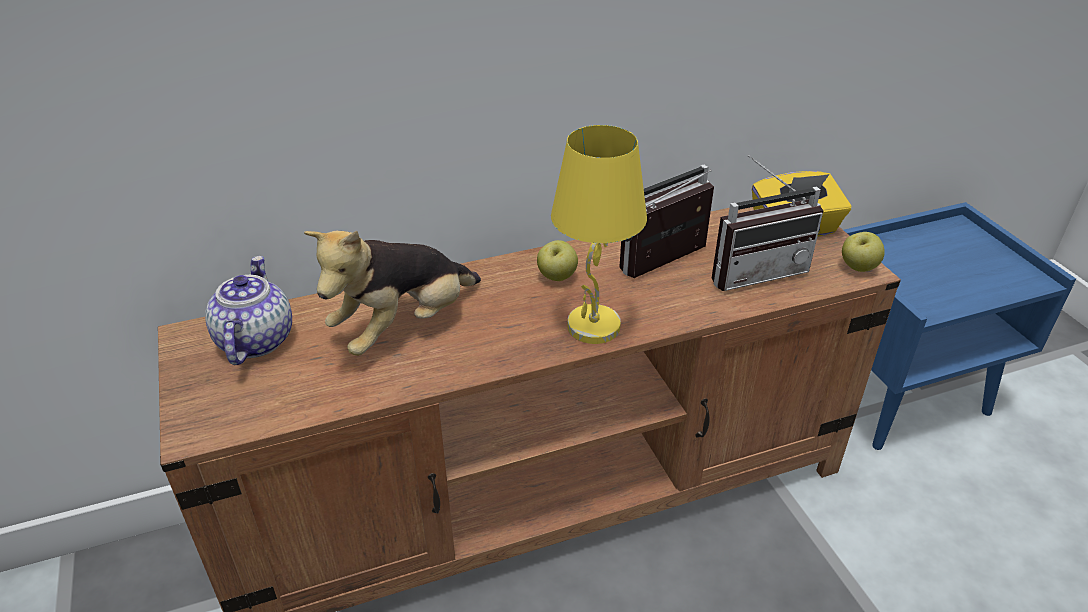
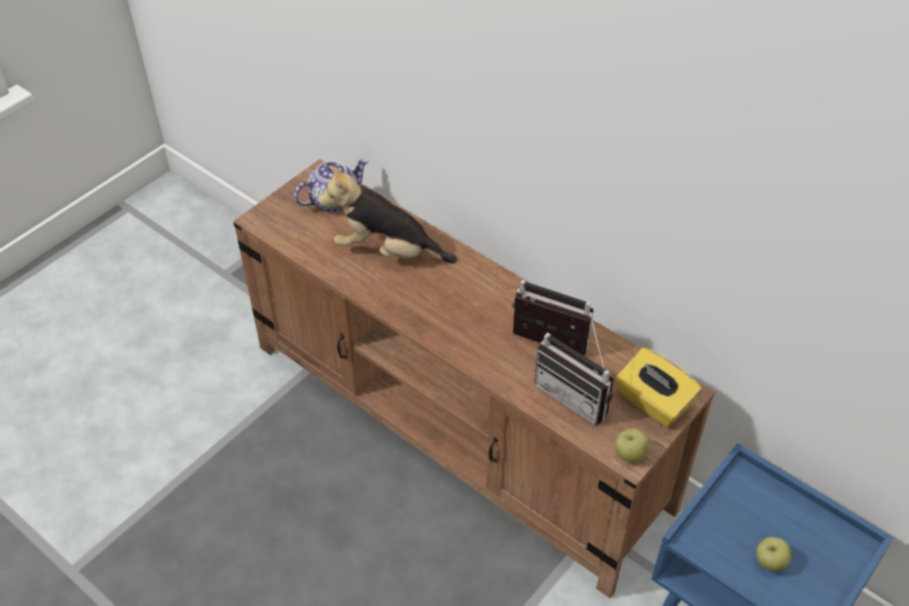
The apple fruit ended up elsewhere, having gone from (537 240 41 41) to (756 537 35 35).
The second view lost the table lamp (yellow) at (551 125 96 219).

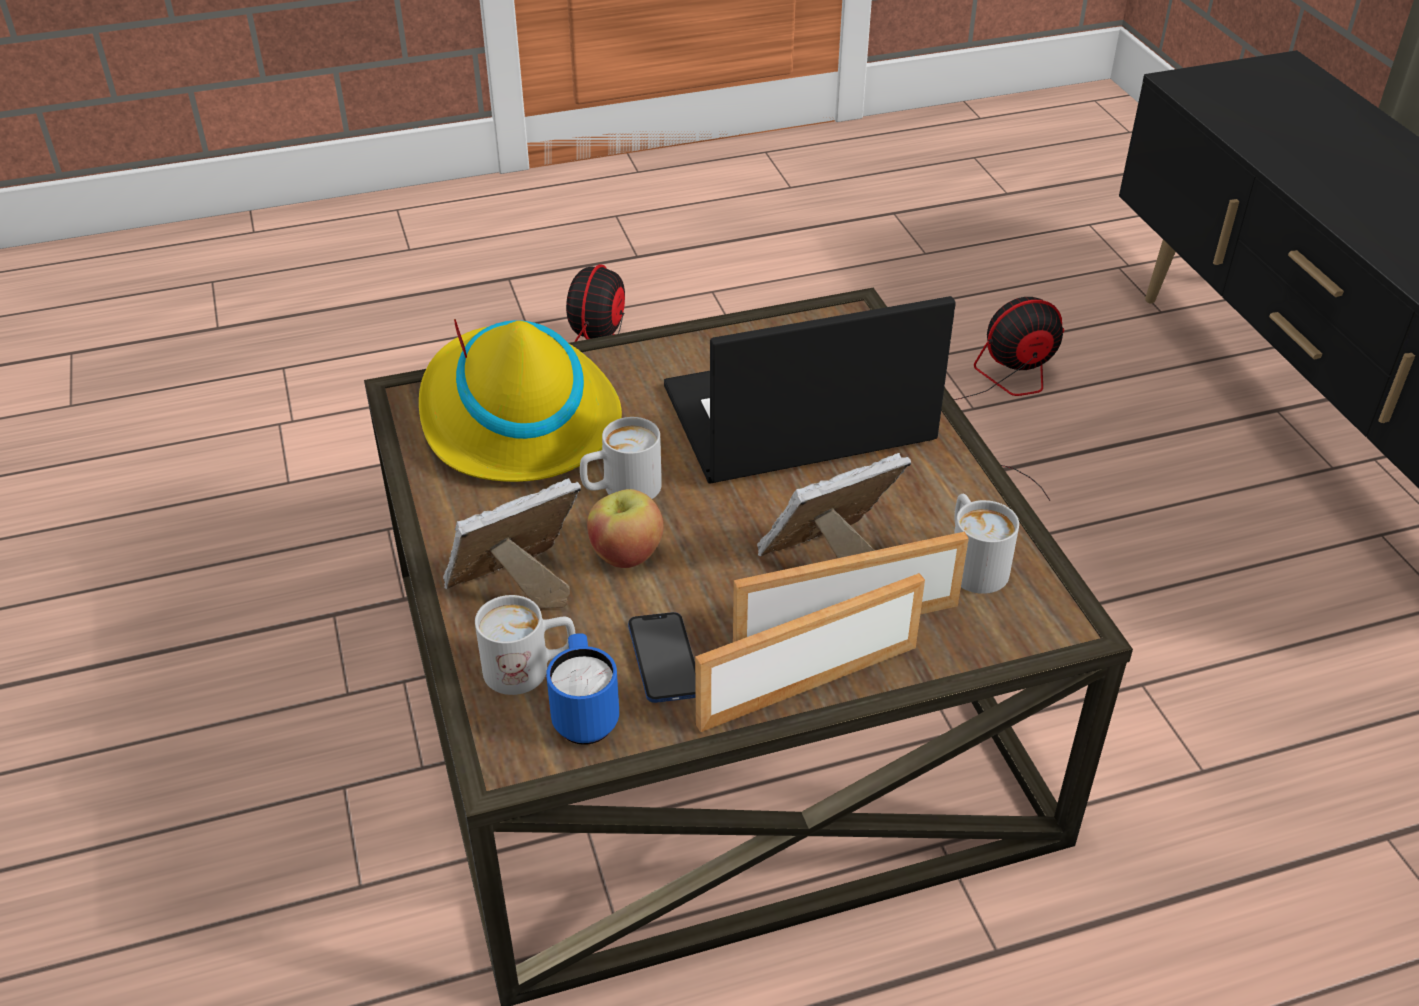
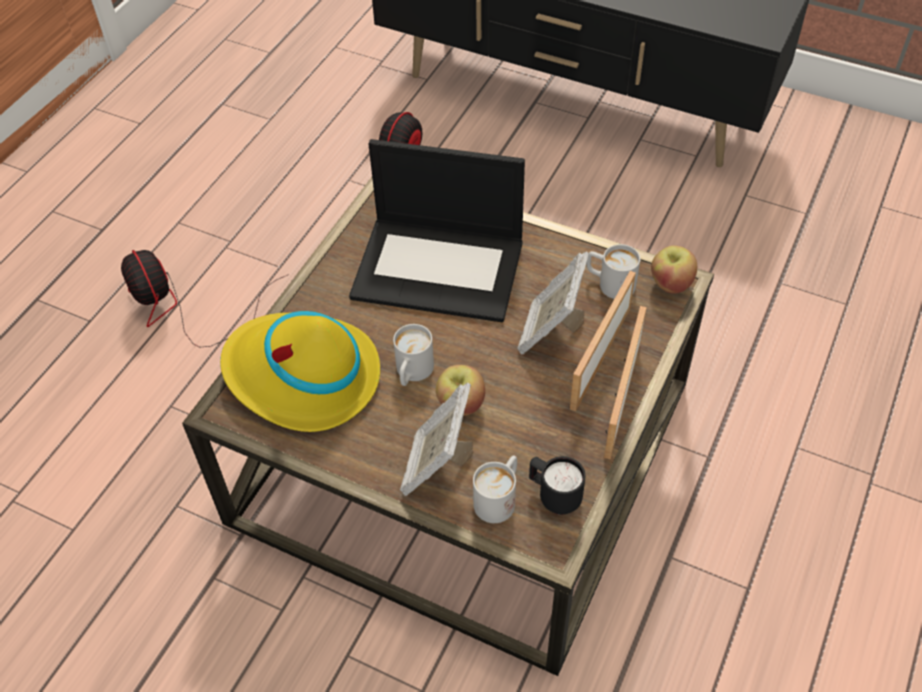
What was the tea mug (bluish) at (546 633 73 112) turned into the tea mug (black) at (529 456 57 59).
The second view lost the handset at (628 612 68 91).
The notebook computer at (664 296 292 188) ended up facing another way, 105 degrees counterclockwise from before.
The second view gained the apple fruit at (651 245 46 49).

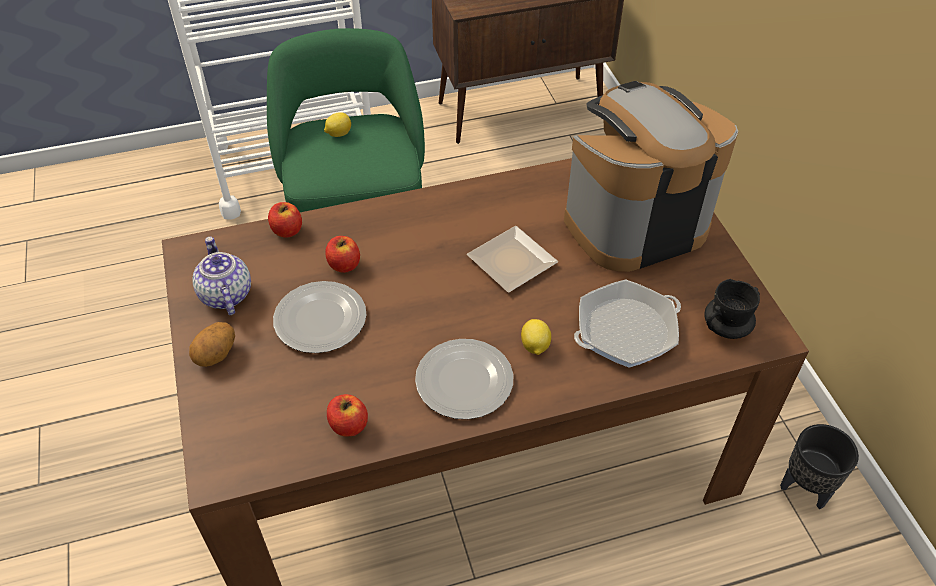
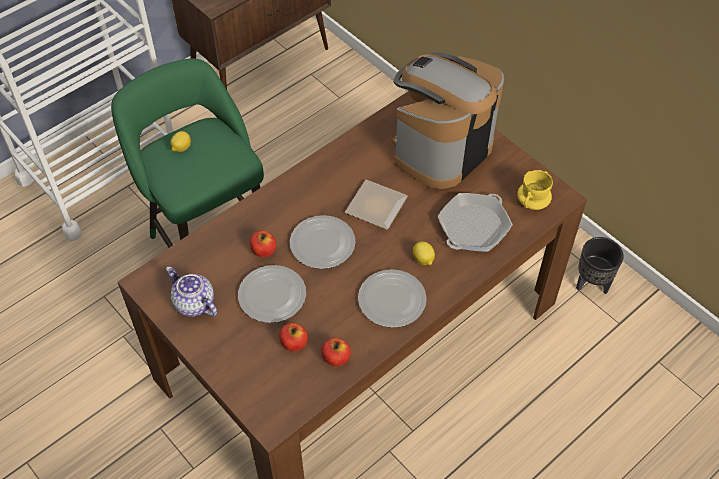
The second view lost the whole potato at (189 322 46 45).
The apple fruit ended up elsewhere, having gone from (268 202 34 36) to (279 323 29 28).
What was the tea mug (black) at (704 279 56 60) turned into the tea mug (yellow) at (517 170 36 40).
The second view gained the plate at (290 215 66 54).

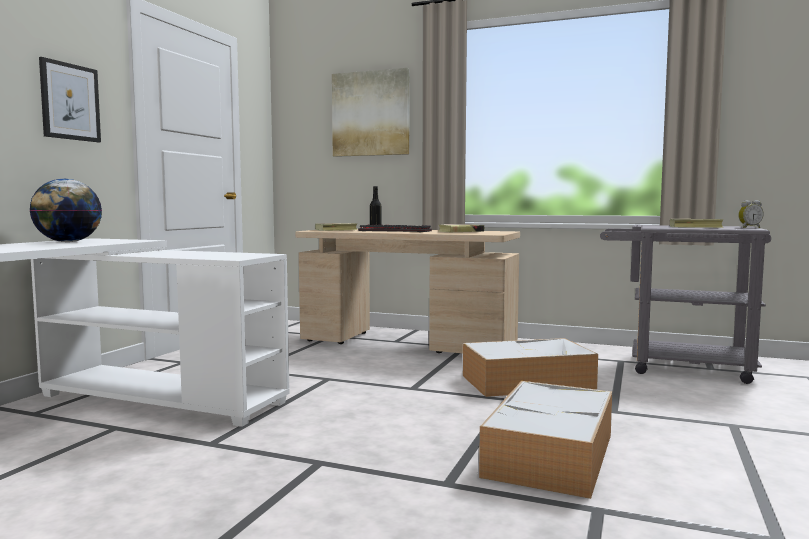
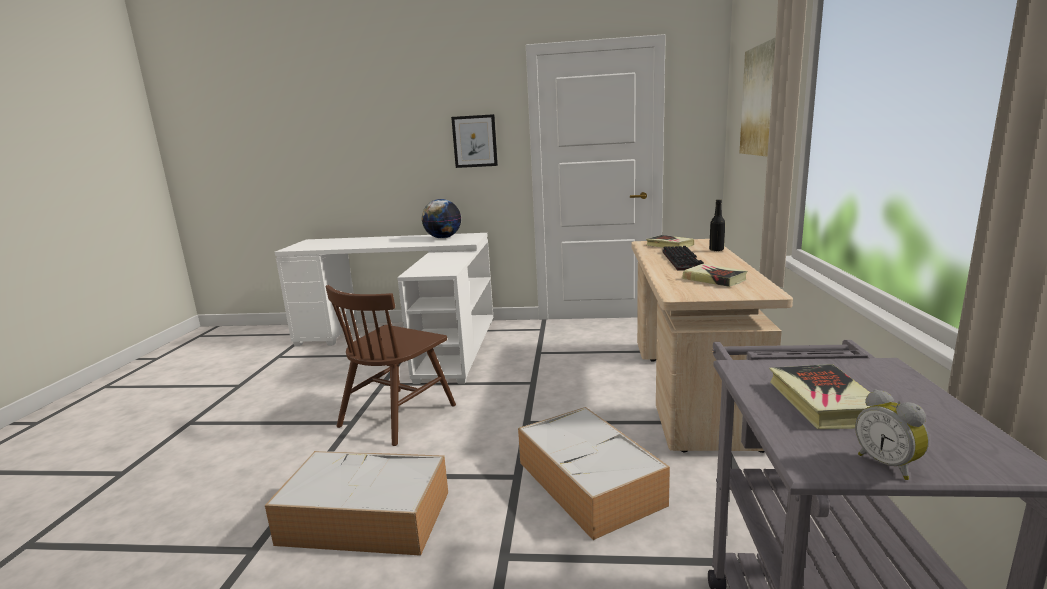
The second view gained the upright chair (brownish) at (326 285 130 161).

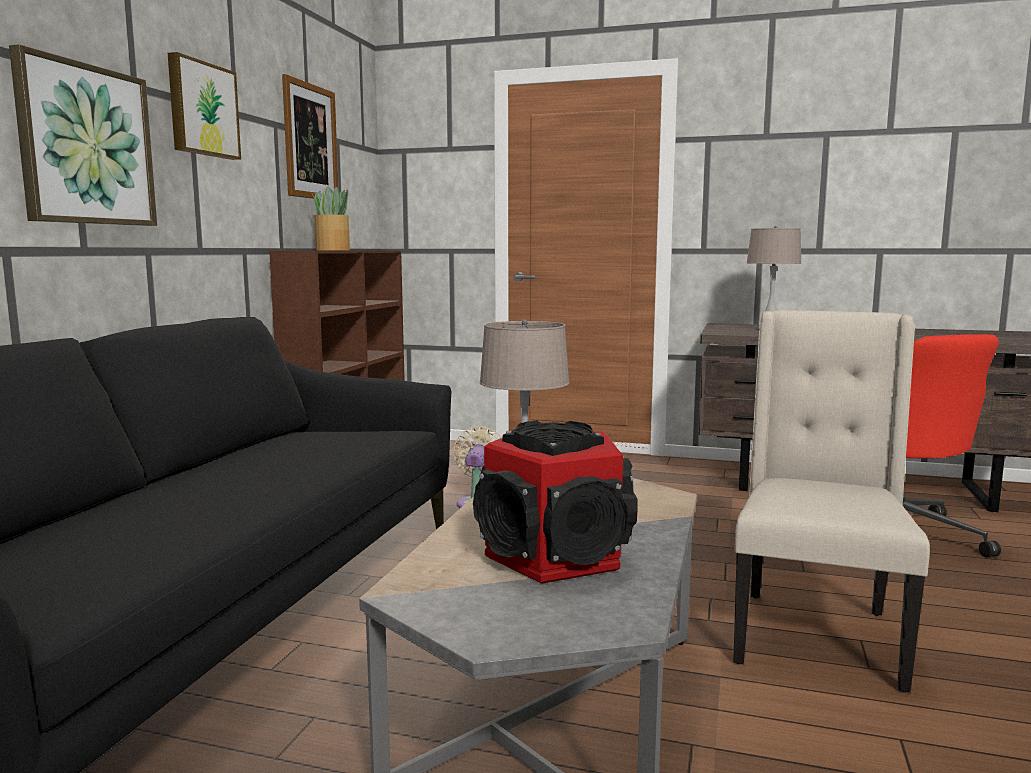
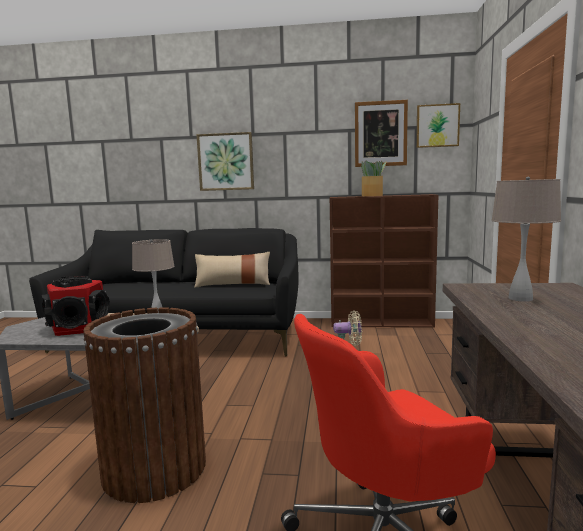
The wall picture ended up elsewhere, having gone from (168 52 73 108) to (416 103 44 45).
Where the upright chair (sand-coloured) stood at (733 310 197 383), the rubbish bin (brownish) came to stand at (83 307 123 196).
The second view gained the throw pillow (sand-coloured) at (194 252 76 35).

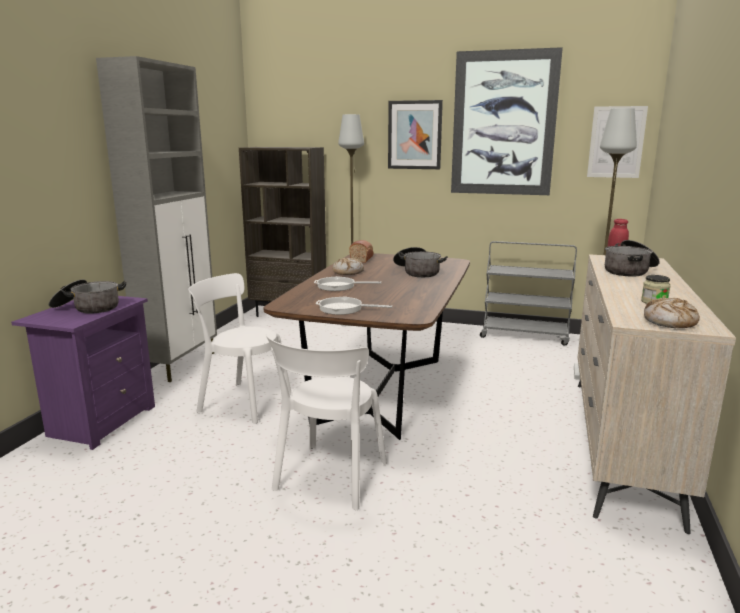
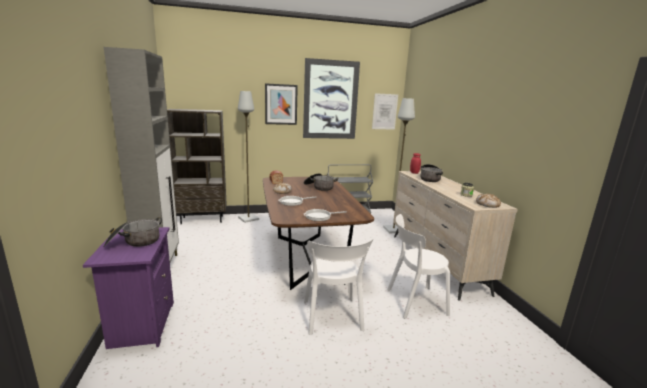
The upright chair (whitish) ended up elsewhere, having gone from (188 273 103 151) to (387 214 63 105).

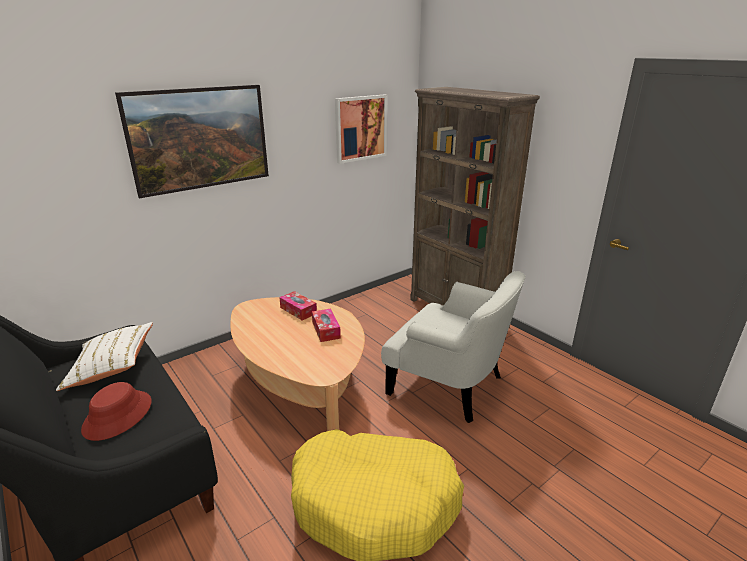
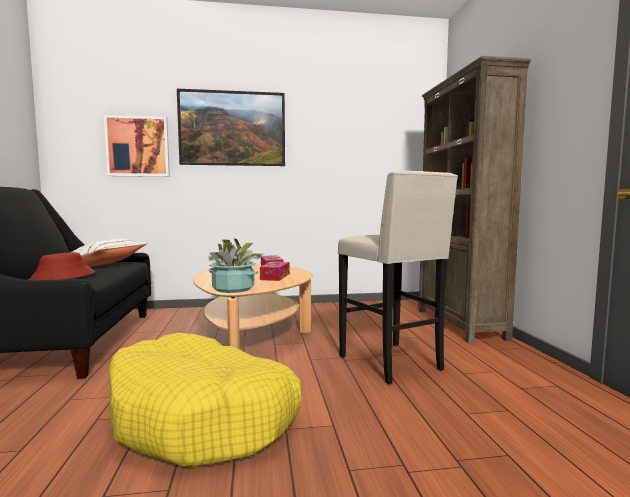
The wall picture ended up elsewhere, having gone from (335 94 52 70) to (104 115 66 62).
Where the armchair (whitish) stood at (381 271 145 152), the stool (sand-coloured) came to stand at (338 170 120 214).
The second view gained the houseplant at (207 239 57 54).

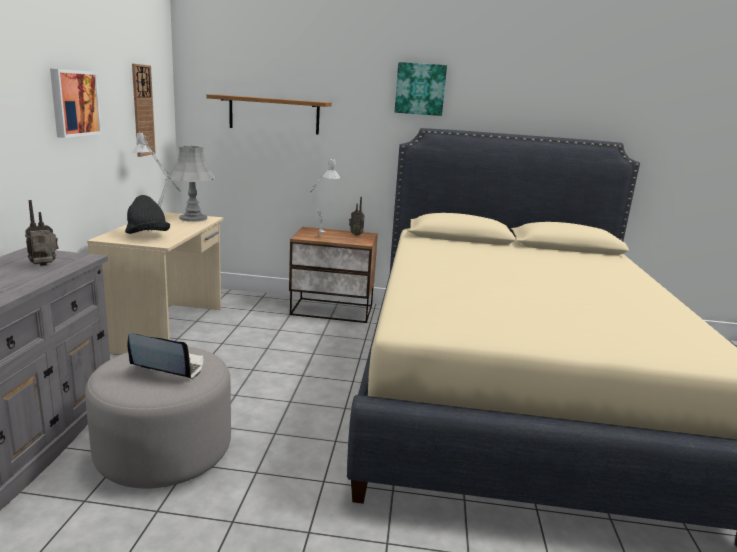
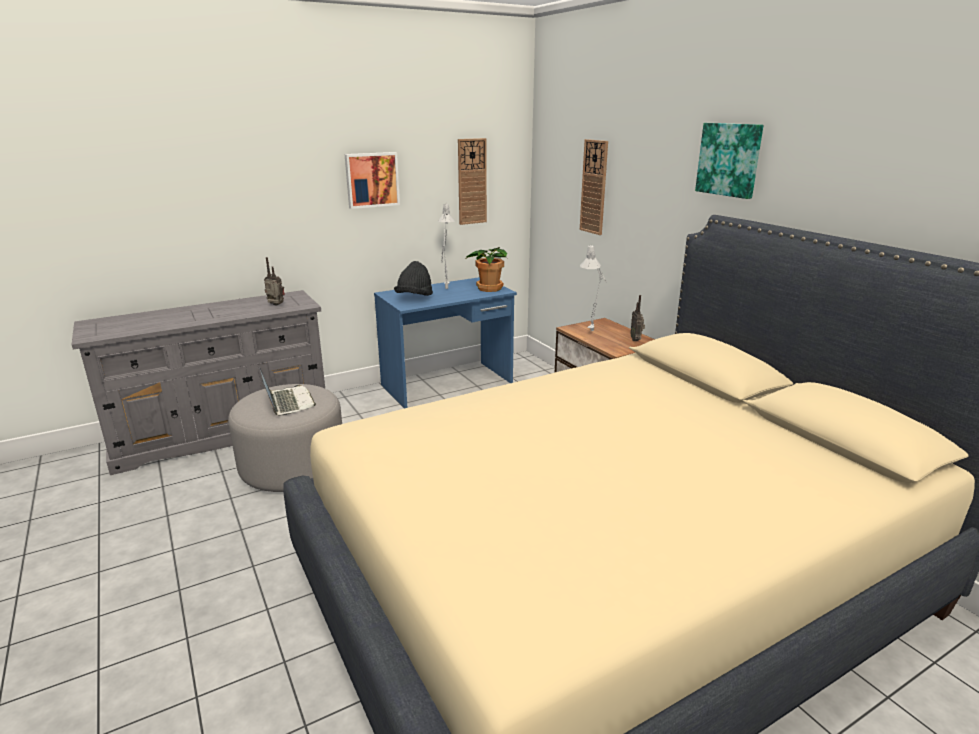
What was the desk unit (sand-coloured) at (87 212 137 143) turned into the desk unit (bluish) at (374 277 143 131).
Where the table lamp (gray) stood at (169 146 46 76), the houseplant came to stand at (466 247 41 45).
Where the shelf hung at (206 94 126 41), the hanging clock came to hang at (580 139 28 96).

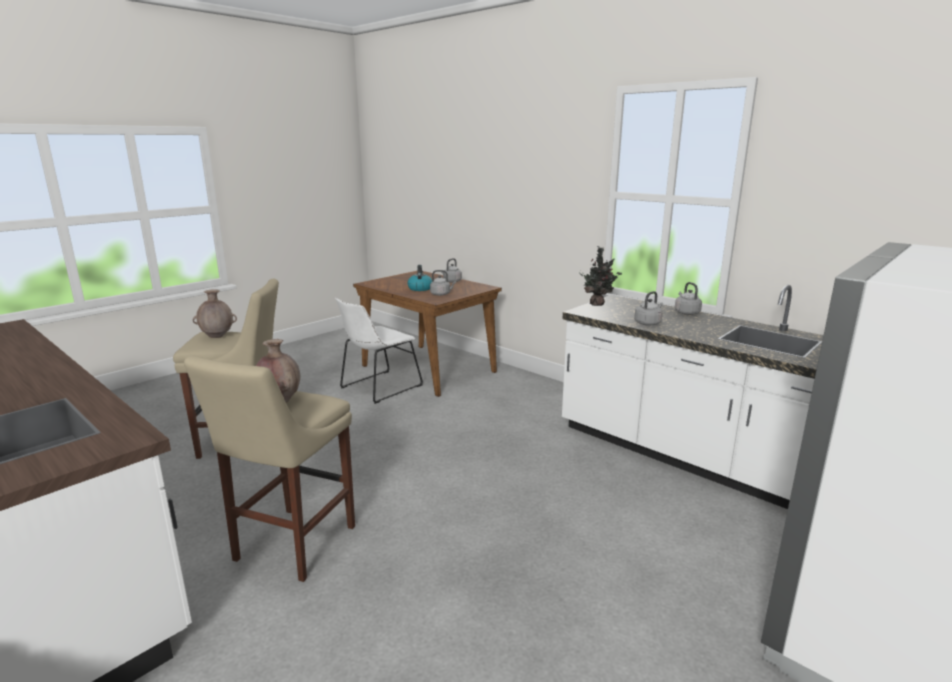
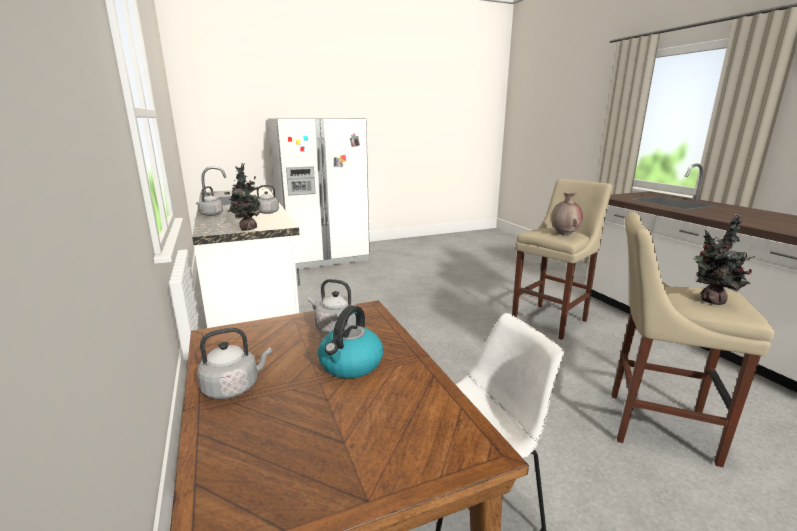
Where the vase (brownish) stood at (193 289 44 49), the houseplant came to stand at (693 214 62 91).

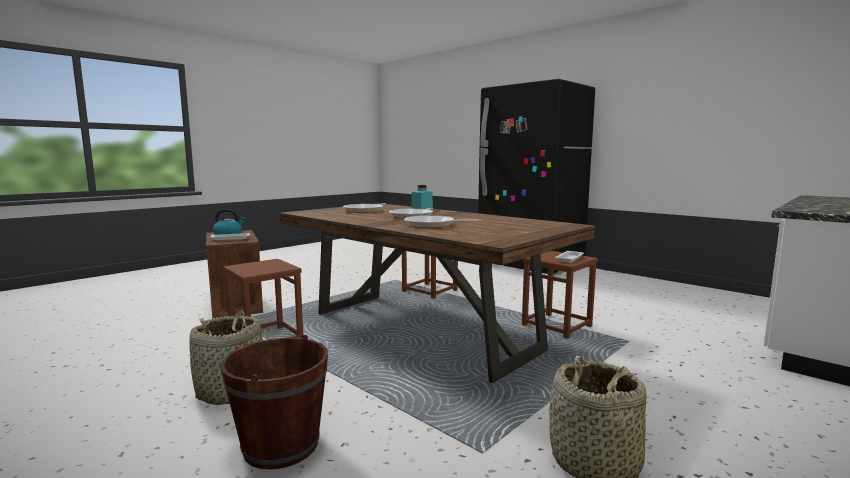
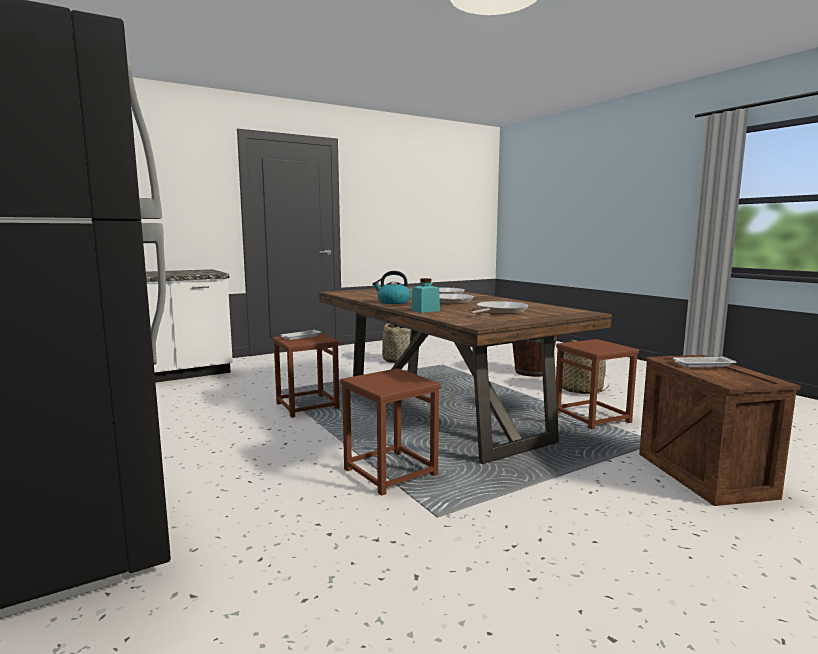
The kettle ended up elsewhere, having gone from (213 209 32 26) to (373 271 38 33).

